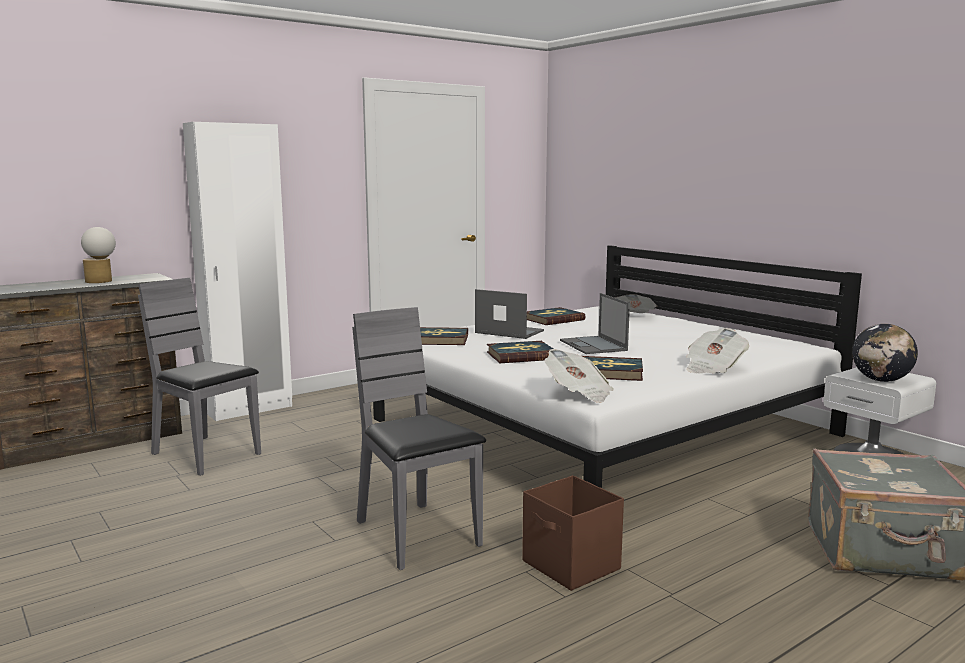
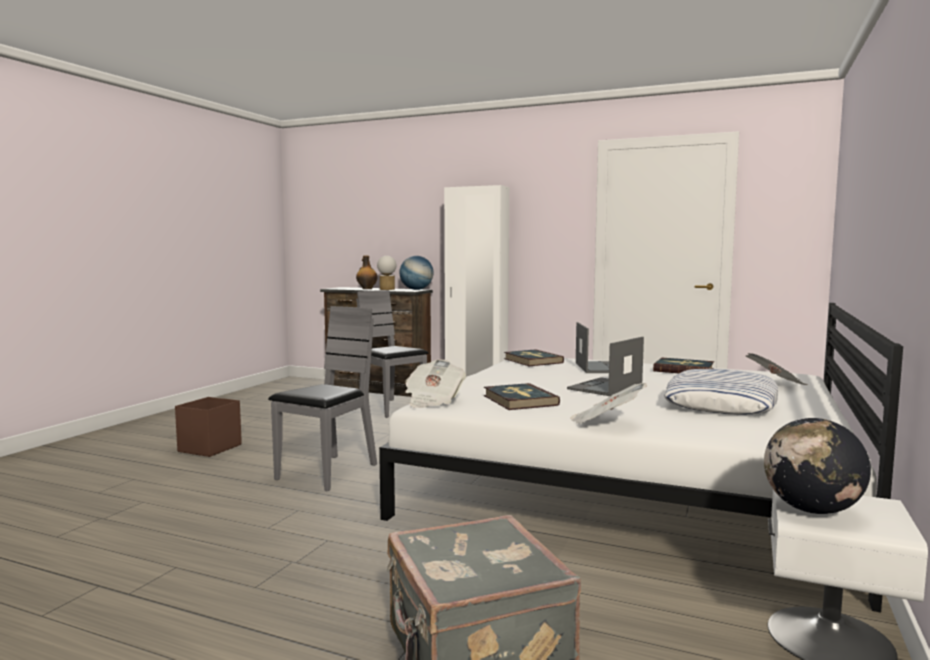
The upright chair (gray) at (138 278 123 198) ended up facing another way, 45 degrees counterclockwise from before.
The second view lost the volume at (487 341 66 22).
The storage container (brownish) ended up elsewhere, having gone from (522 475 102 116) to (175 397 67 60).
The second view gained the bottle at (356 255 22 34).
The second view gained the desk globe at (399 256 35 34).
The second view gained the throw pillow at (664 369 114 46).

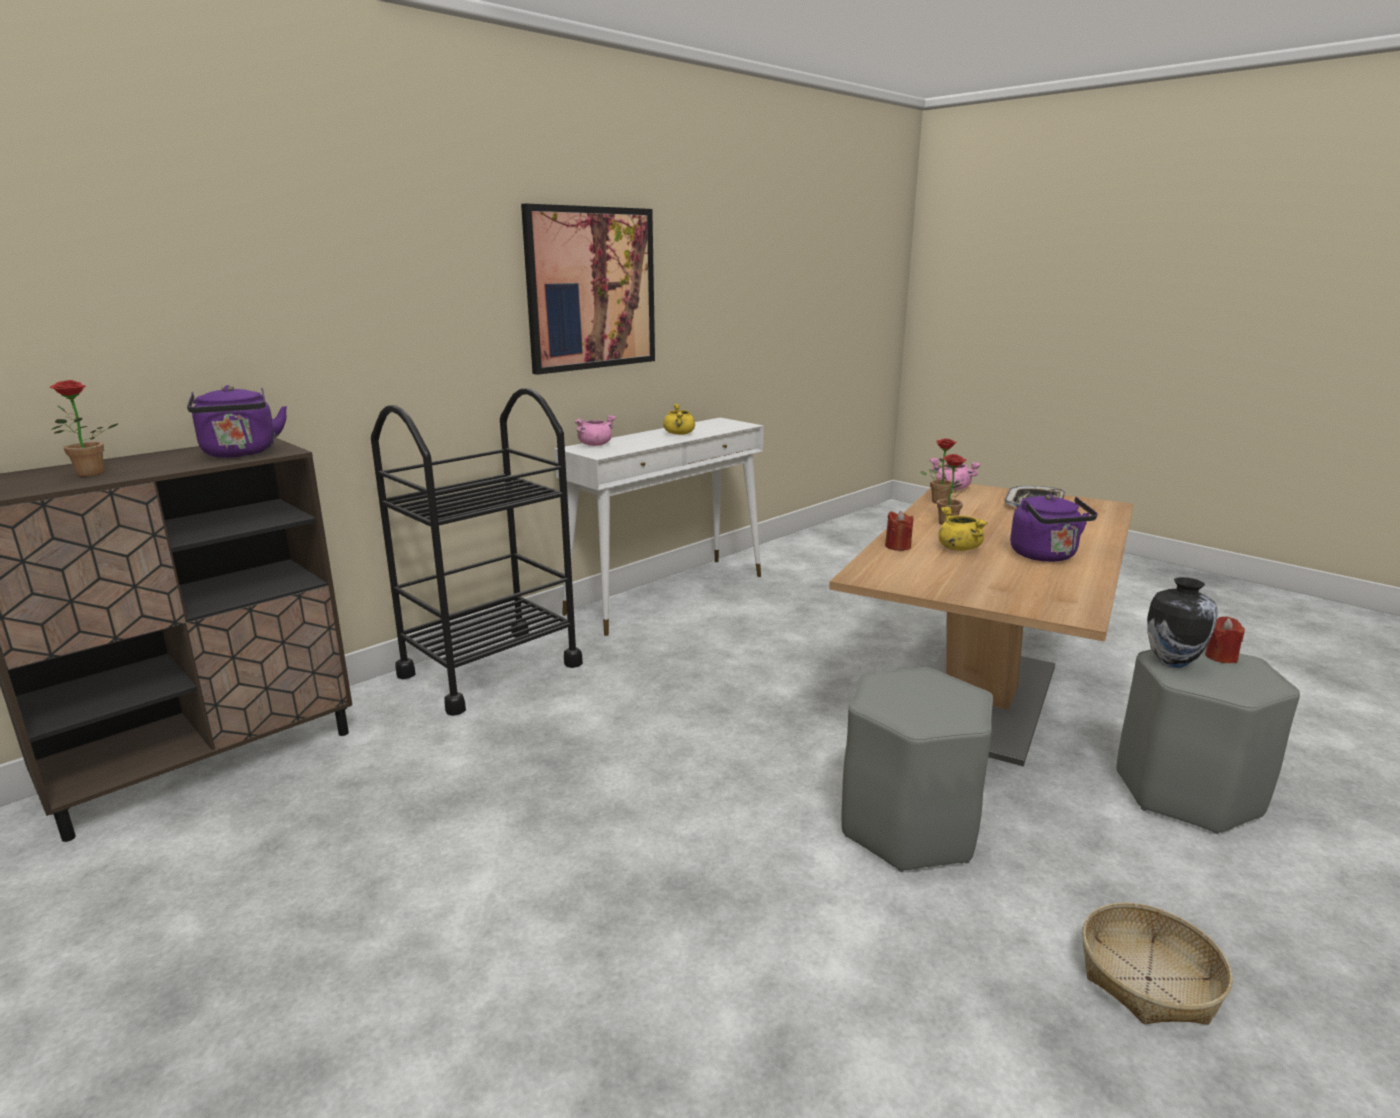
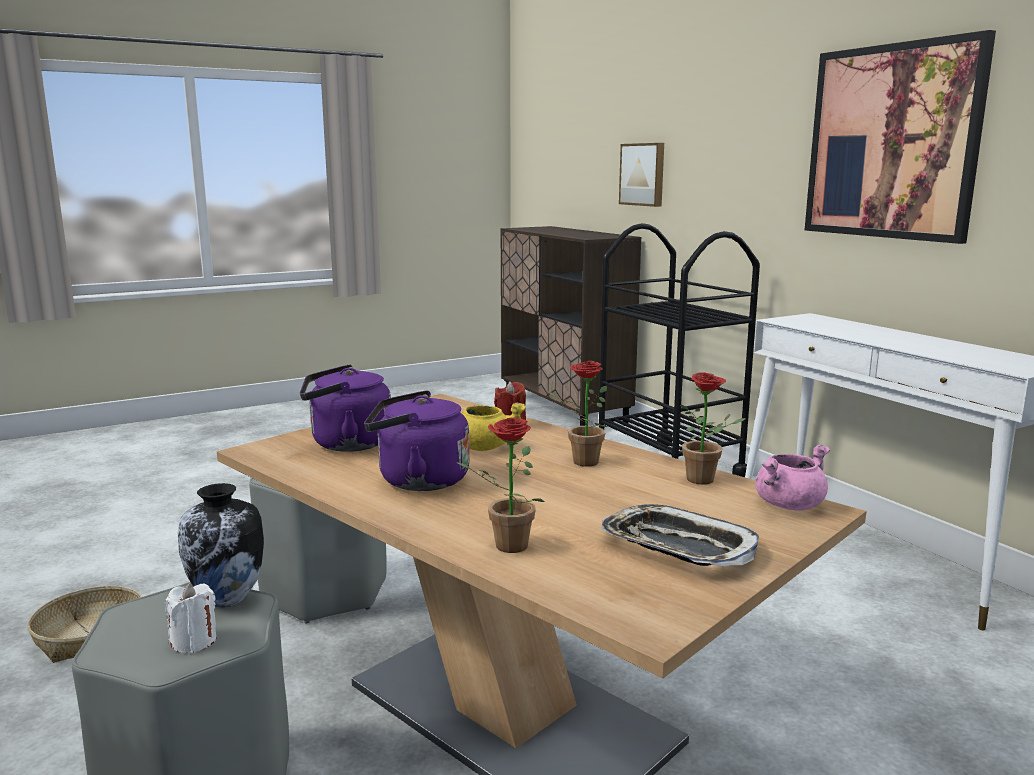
The houseplant ended up elsewhere, having gone from (50 380 69 97) to (456 417 89 136).
The kettle (purple) ended up elsewhere, having gone from (187 385 100 73) to (300 365 91 87).
The second view lost the stockpot (pink-coloured) at (575 415 41 31).
The second view lost the stockpot (yellow) at (663 403 32 32).
What was the wax light (red) at (1205 616 40 47) turned into the wax light (whitish) at (165 583 51 70).
The second view gained the wall picture at (619 143 45 64).

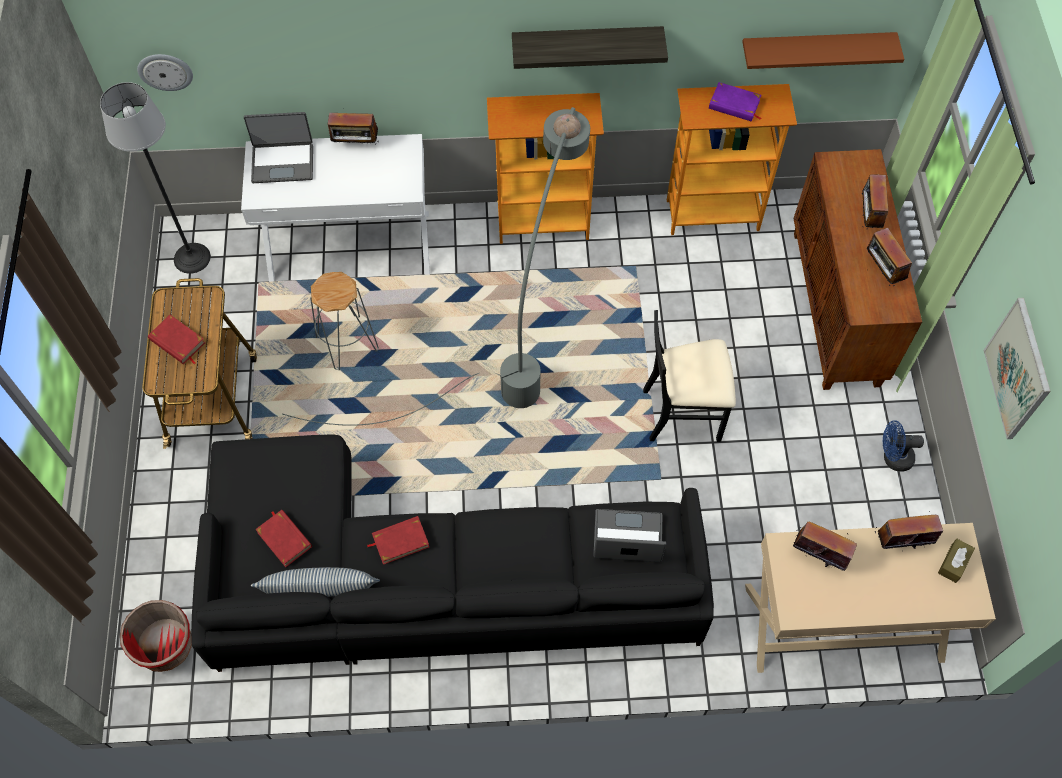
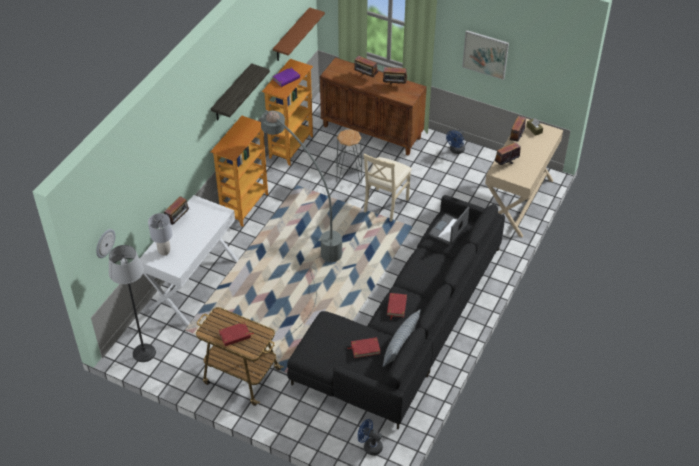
Where the flower pot (red) stood at (120 600 72 72), the cooling fan (bluish) came to stand at (358 419 25 37).
Where the notebook computer stood at (244 112 69 71), the table lamp (gray) came to stand at (148 213 24 43).
The stool (gray) ended up elsewhere, having gone from (310 272 69 98) to (335 129 28 55).
What was the upright chair (black) at (643 310 93 132) turned into the upright chair (sand-coloured) at (363 154 49 68).

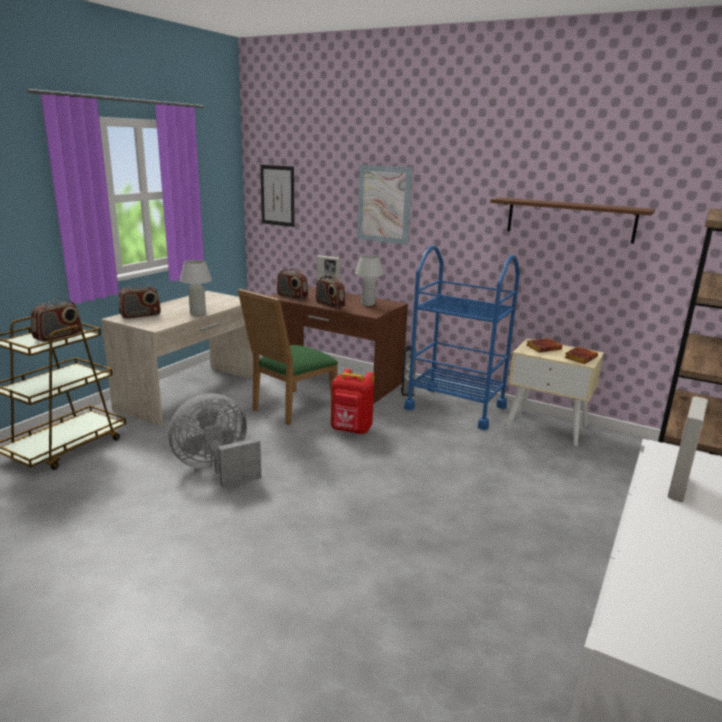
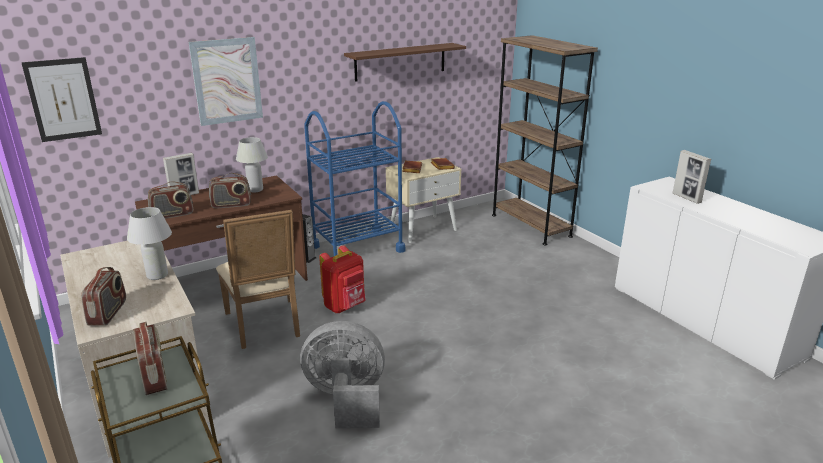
The cooling fan (gray) at (168 393 93 95) ended up facing another way, 90 degrees clockwise from before.
What was the upright chair (greenish) at (238 289 100 136) turned into the upright chair (sand-coloured) at (216 210 84 139).

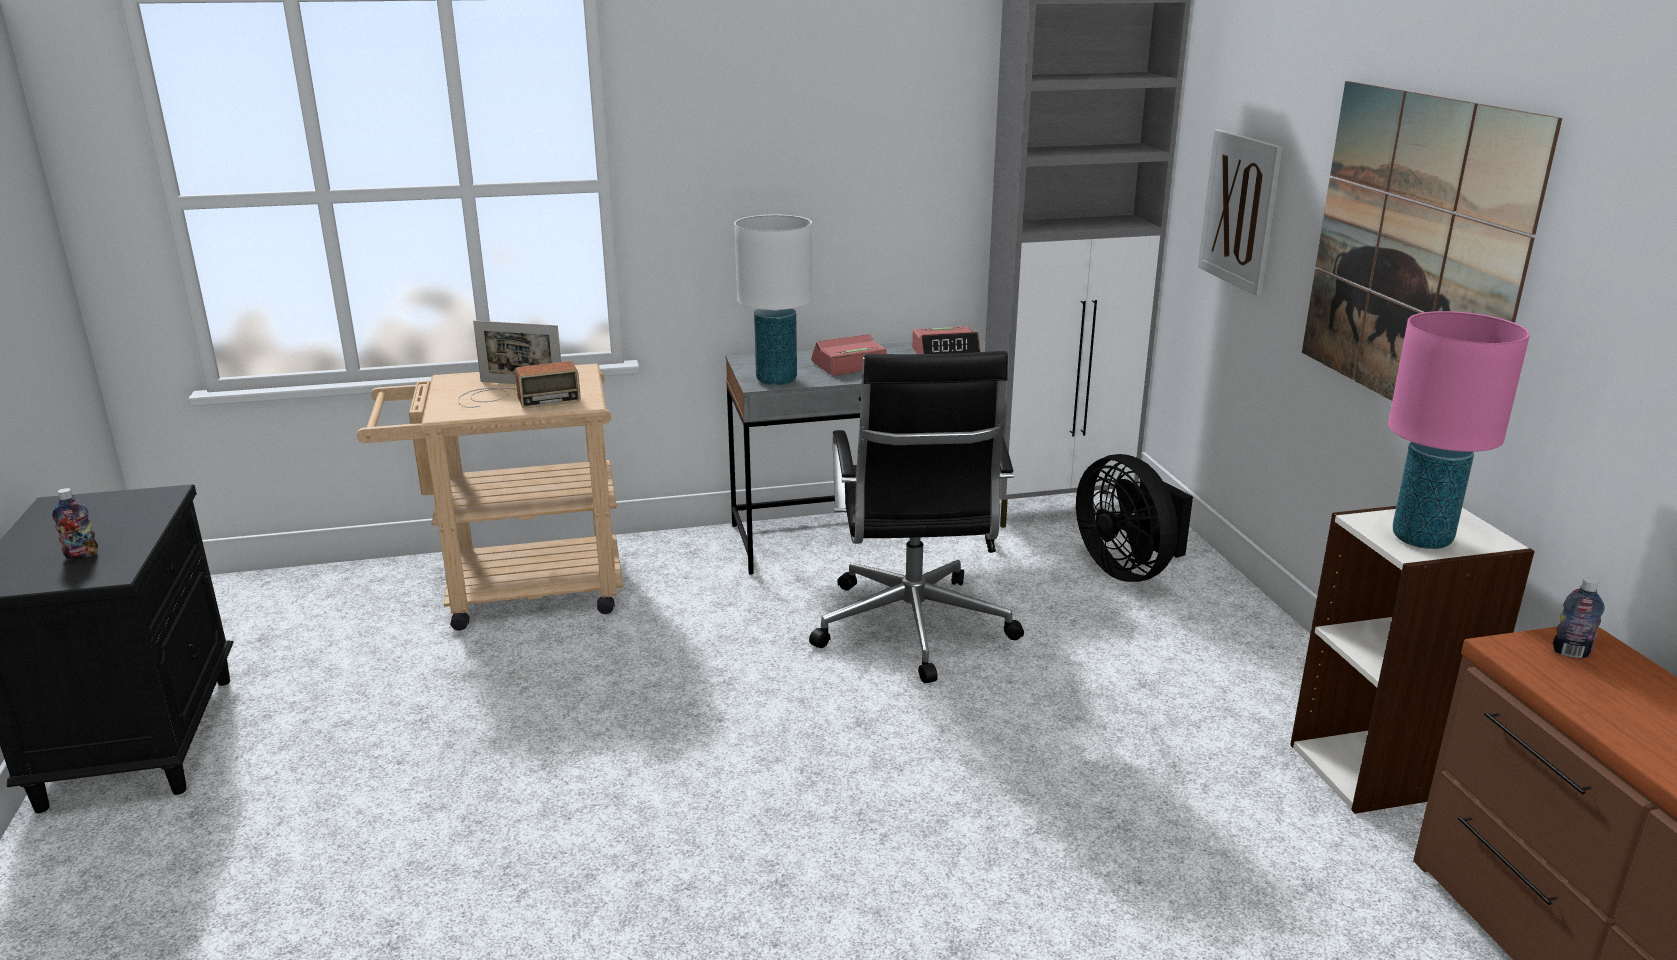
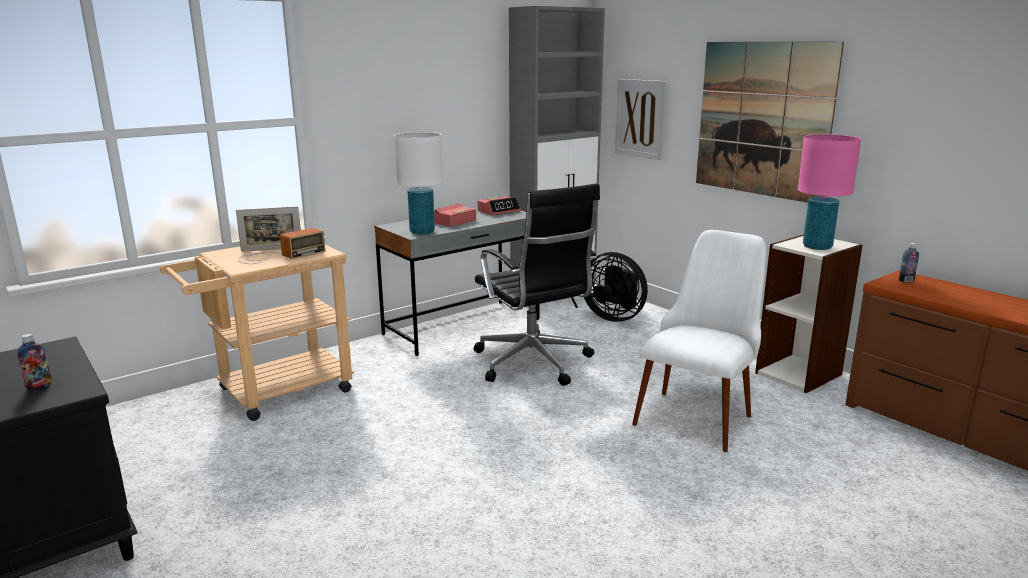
The second view gained the upright chair (whitish) at (632 230 134 222).

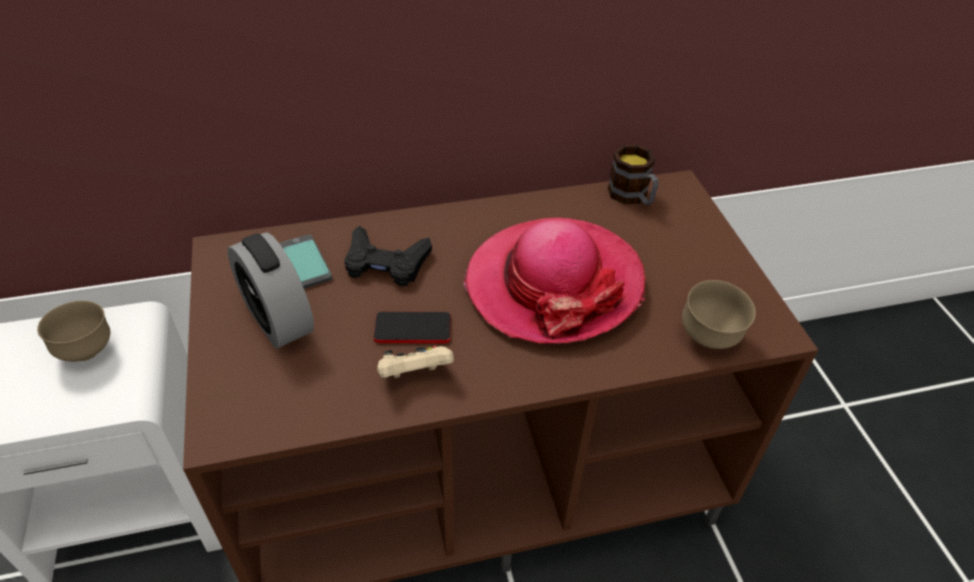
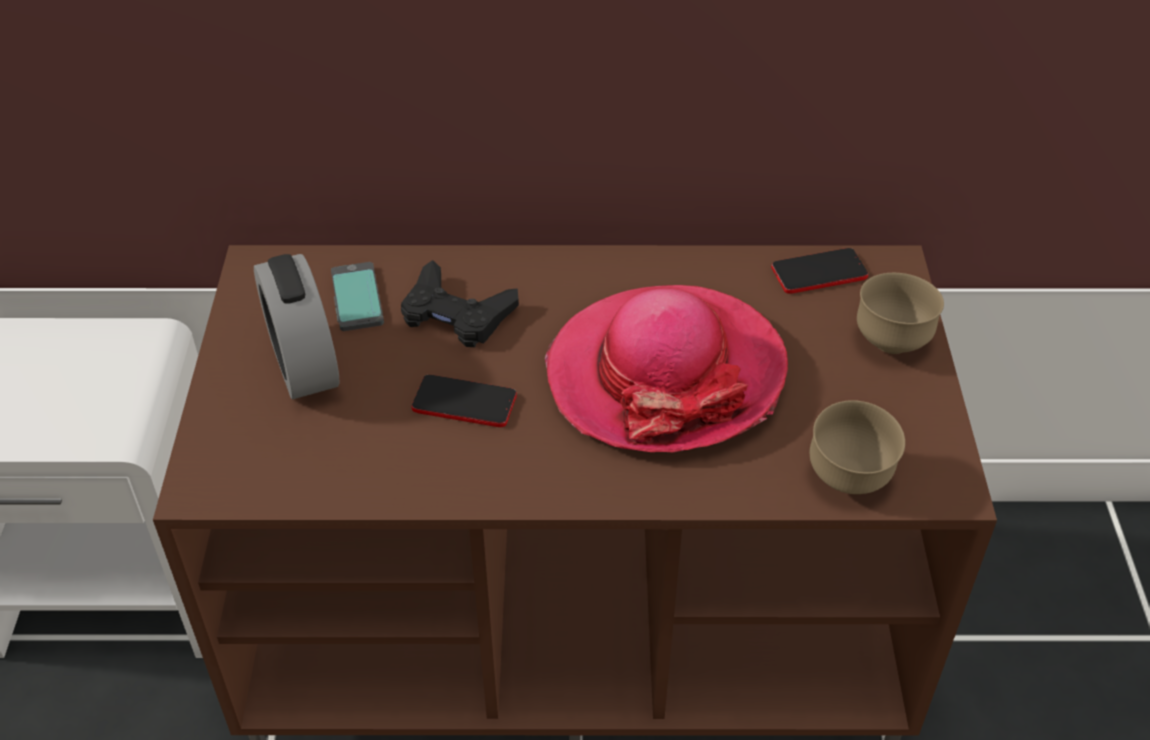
The deep dish (brownish) ended up elsewhere, having gone from (37 301 73 61) to (857 273 87 81).
The second view lost the joypad (sand-coloured) at (377 345 77 33).
Where the tea mug stood at (608 144 50 61), the handset came to stand at (771 248 97 46).

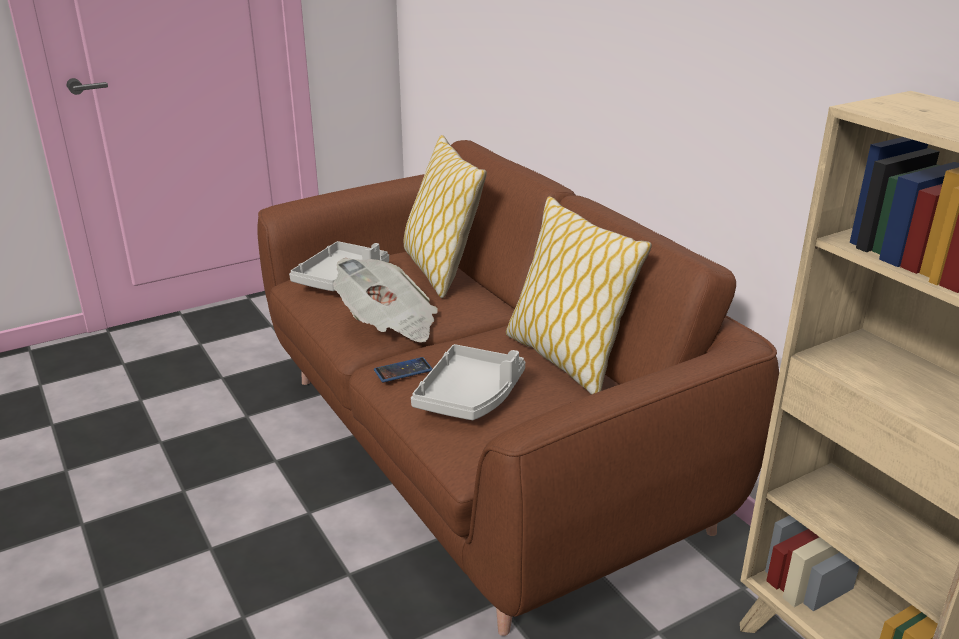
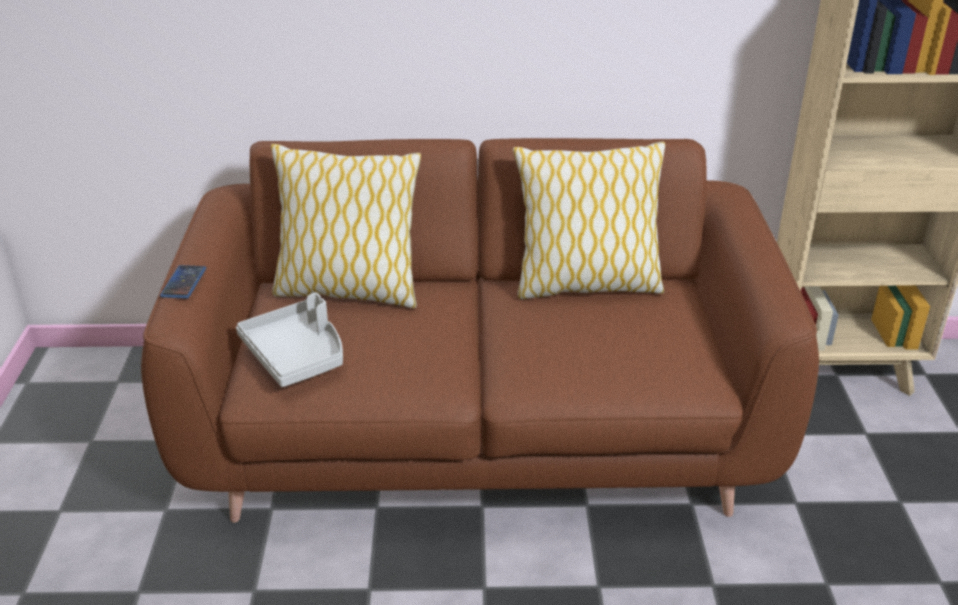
The second view lost the daily paper at (333 258 105 85).
The handset ended up elsewhere, having gone from (374 357 59 25) to (160 265 46 34).
The second view lost the tray (gray) at (411 344 114 76).

